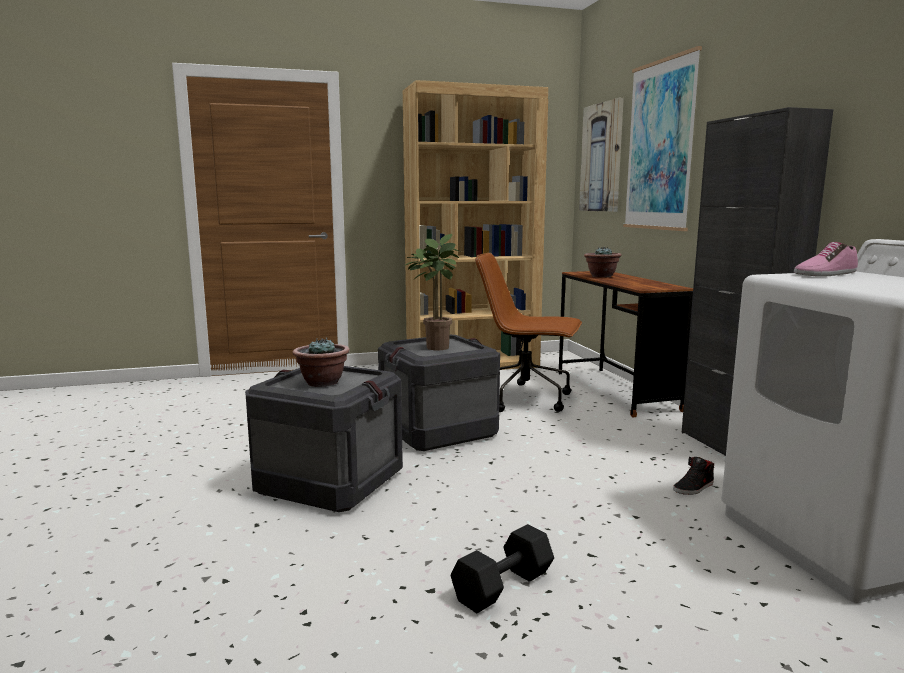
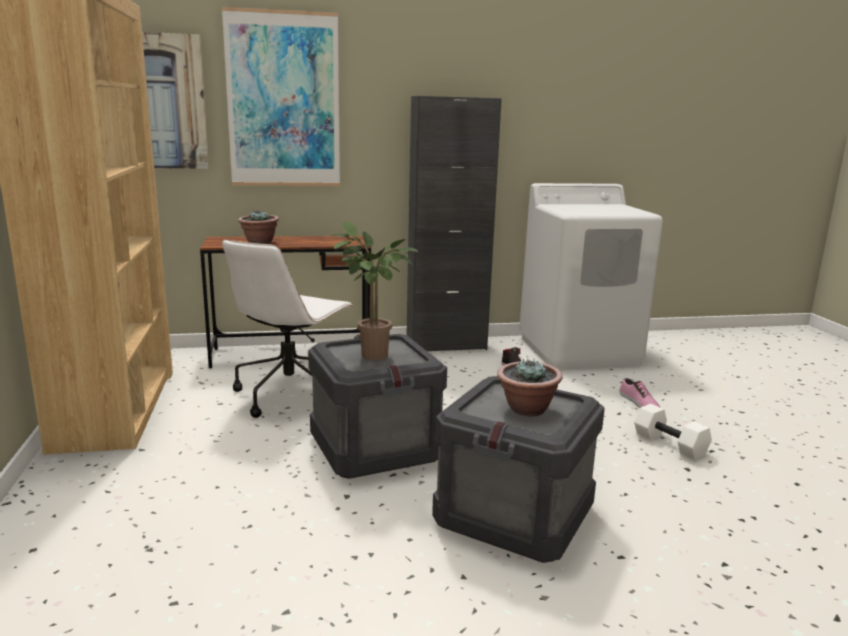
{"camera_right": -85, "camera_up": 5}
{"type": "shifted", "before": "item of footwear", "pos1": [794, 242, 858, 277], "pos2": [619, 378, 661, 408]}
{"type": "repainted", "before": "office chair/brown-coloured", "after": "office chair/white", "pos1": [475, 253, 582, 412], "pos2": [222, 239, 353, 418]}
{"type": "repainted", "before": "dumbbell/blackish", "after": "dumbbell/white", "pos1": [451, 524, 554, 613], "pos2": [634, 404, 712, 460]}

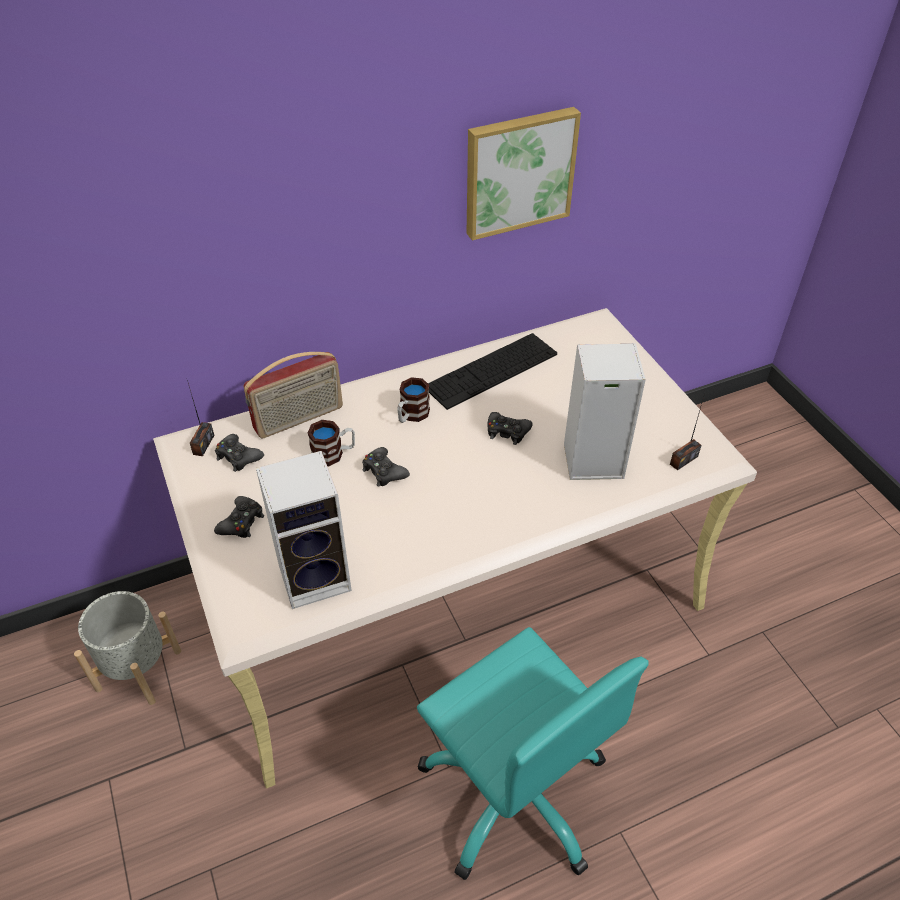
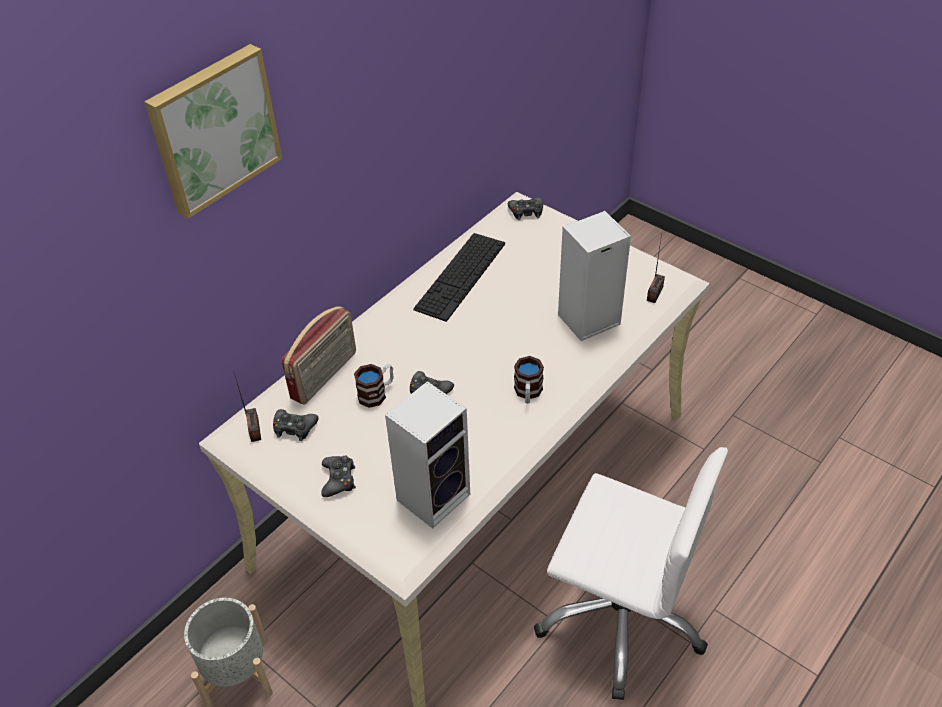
{"camera_right": -25, "camera_up": 0}
{"type": "shifted", "before": "picture", "pos1": [466, 107, 581, 241], "pos2": [144, 44, 283, 219]}
{"type": "shifted", "before": "tea mug", "pos1": [397, 377, 430, 423], "pos2": [514, 356, 544, 404]}
{"type": "shifted", "before": "joypad/blackish", "pos1": [488, 412, 533, 445], "pos2": [508, 198, 543, 220]}
{"type": "repainted", "before": "office chair/turquoise", "after": "office chair/white", "pos1": [417, 627, 649, 880], "pos2": [534, 447, 728, 700]}

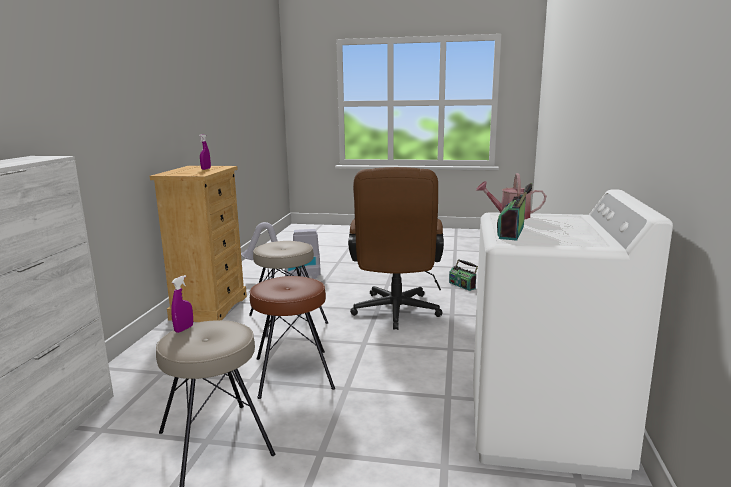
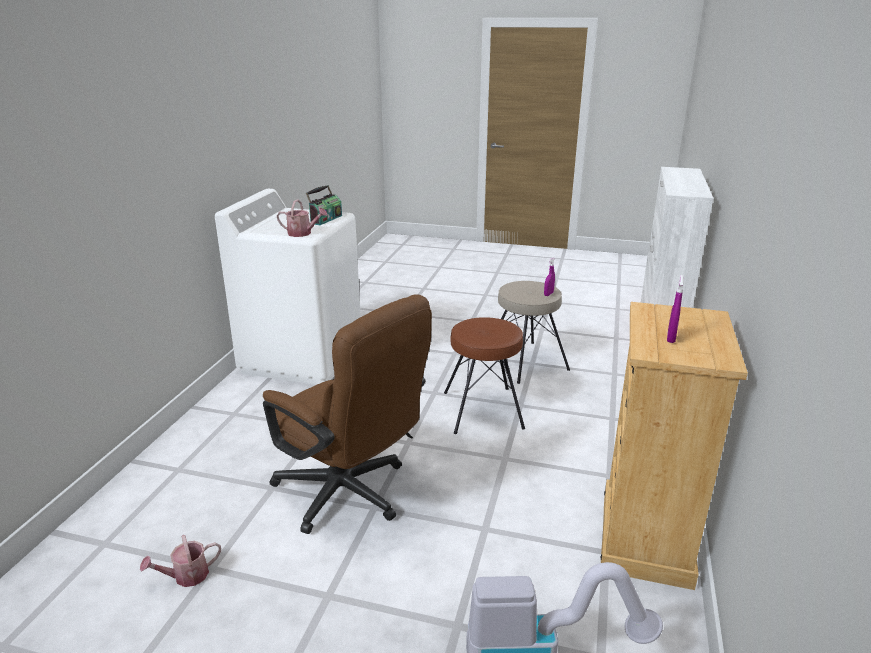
{"camera_right": -175, "camera_up": 10}
{"type": "rotated", "before": "office chair/brown-coloured", "pos1": [348, 167, 444, 330], "pos2": [263, 294, 432, 534], "turn": 120}
{"type": "gone", "before": "stool seat/beige-coloured", "pos1": [249, 241, 328, 337]}
{"type": "swapped", "before": "radio receiver", "after": "sprinkling can", "pos1": [449, 259, 478, 291], "pos2": [140, 535, 221, 587]}

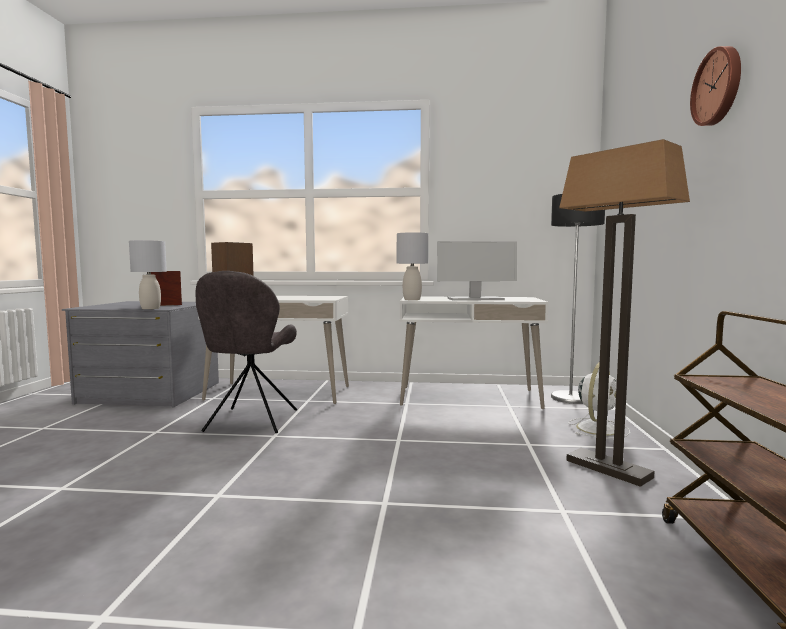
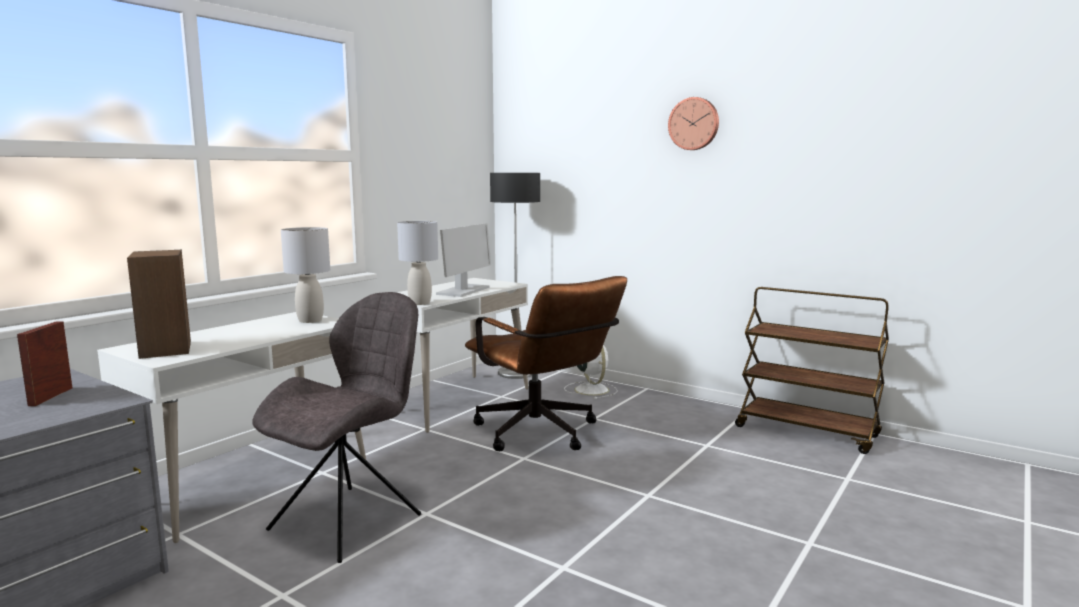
{"camera_right": -60, "camera_up": 5}
{"type": "gone", "before": "floor lamp", "pos1": [559, 139, 690, 487]}
{"type": "shifted", "before": "lamp for a table/grey", "pos1": [129, 240, 167, 309], "pos2": [281, 227, 330, 323]}
{"type": "rotated", "before": "upright chair/grey", "pos1": [196, 271, 297, 433], "pos2": [253, 292, 421, 563], "turn": -90}
{"type": "new", "after": "office chair/brown-coloured", "pos2": [465, 276, 627, 451]}

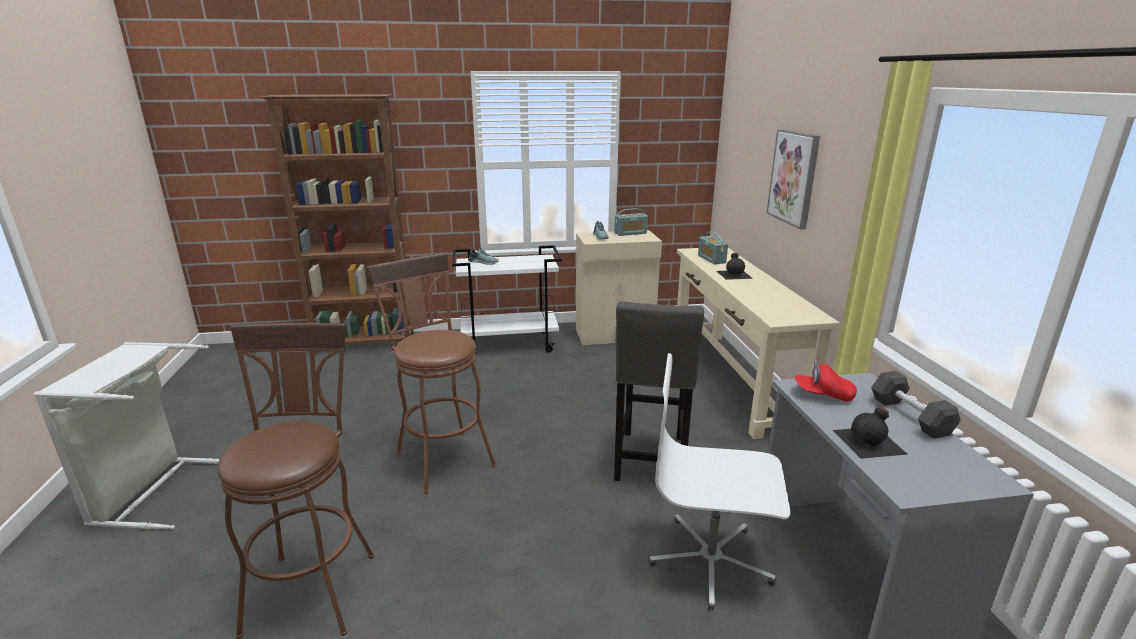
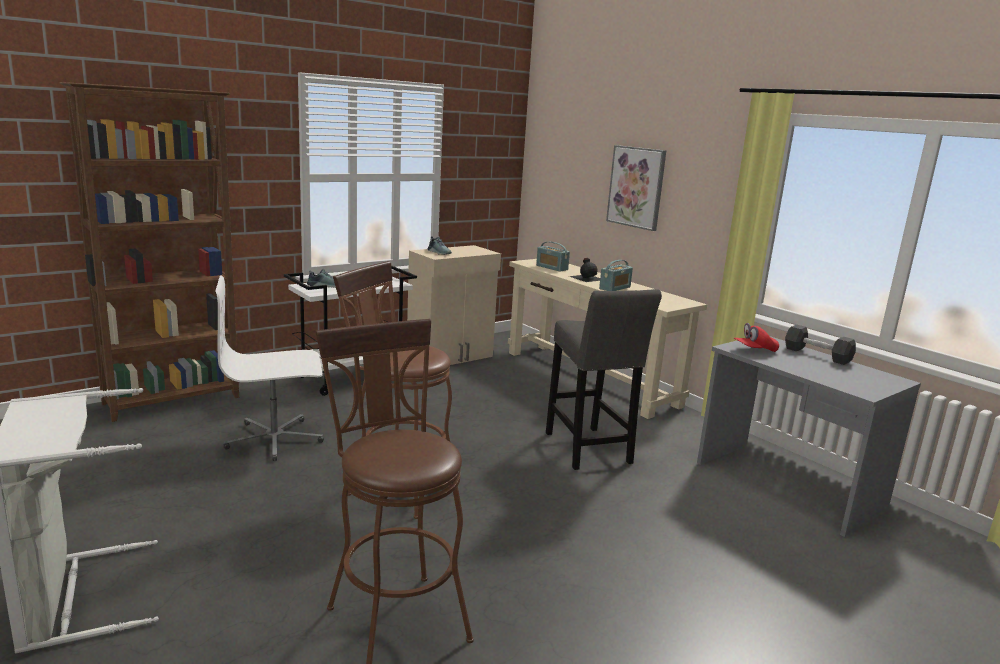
{"camera_right": -30, "camera_up": -5}
{"type": "shifted", "before": "radio receiver", "pos1": [614, 208, 648, 236], "pos2": [599, 260, 633, 291]}
{"type": "shifted", "before": "office chair/white", "pos1": [649, 353, 791, 610], "pos2": [215, 276, 324, 461]}
{"type": "gone", "before": "beverage bottle/blackish", "pos1": [832, 407, 908, 459]}

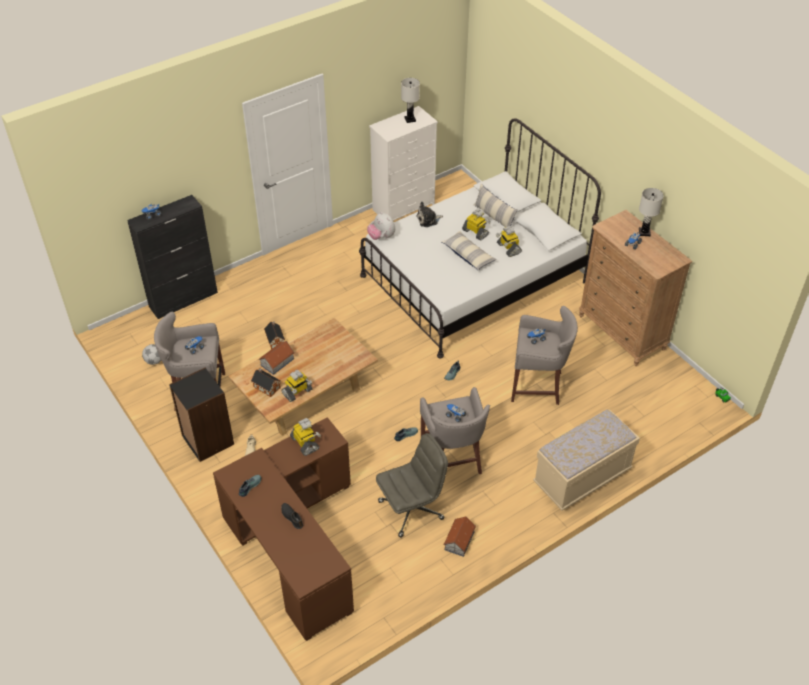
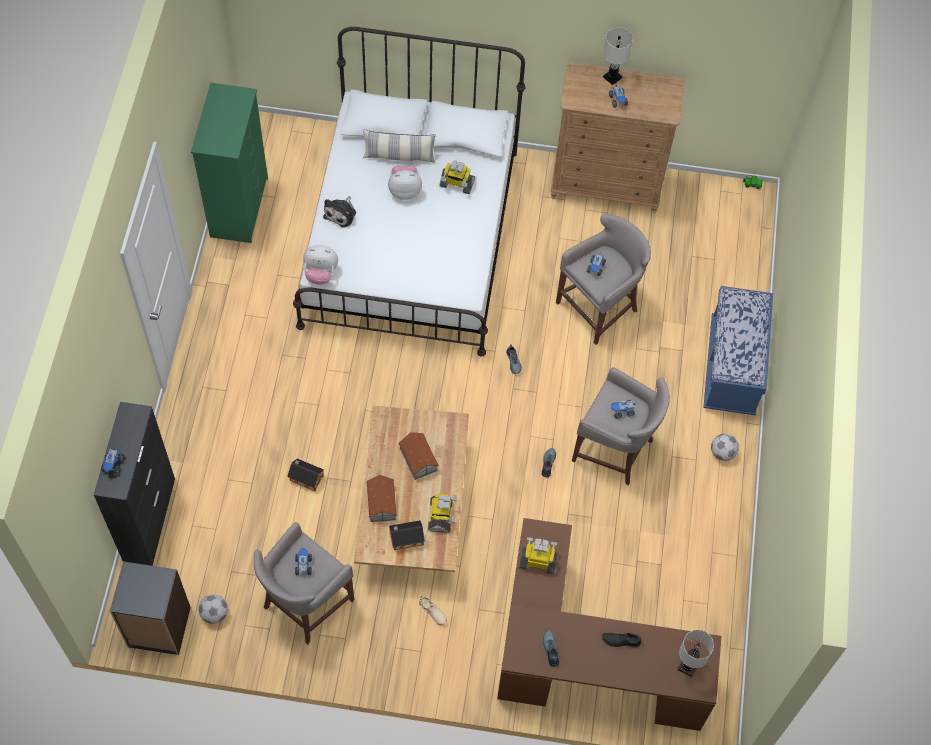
{"camera_right": -50, "camera_up": 15}
{"type": "shifted", "before": "lamp for a table/white", "pos1": [401, 78, 420, 123], "pos2": [678, 630, 714, 677]}
{"type": "repainted", "before": "dresser/white", "after": "dresser/green", "pos1": [369, 106, 438, 221], "pos2": [191, 83, 268, 243]}
{"type": "swapped", "before": "robot figure", "after": "plush toy", "pos1": [462, 209, 491, 240], "pos2": [388, 165, 422, 200]}
{"type": "gone", "before": "cushion", "pos1": [441, 231, 497, 270]}
{"type": "shifted", "before": "bookcase/blackish", "pos1": [169, 368, 234, 462], "pos2": [110, 561, 191, 655]}
{"type": "repainted", "before": "bench/beige-coloured", "after": "bench/blue-coloured", "pos1": [533, 409, 640, 511], "pos2": [703, 286, 773, 415]}
{"type": "gone", "before": "office chair/grey", "pos1": [376, 433, 448, 537]}
{"type": "shifted", "before": "toy house", "pos1": [444, 517, 476, 557], "pos2": [399, 432, 439, 480]}
{"type": "new", "after": "football", "pos2": [711, 434, 739, 461]}

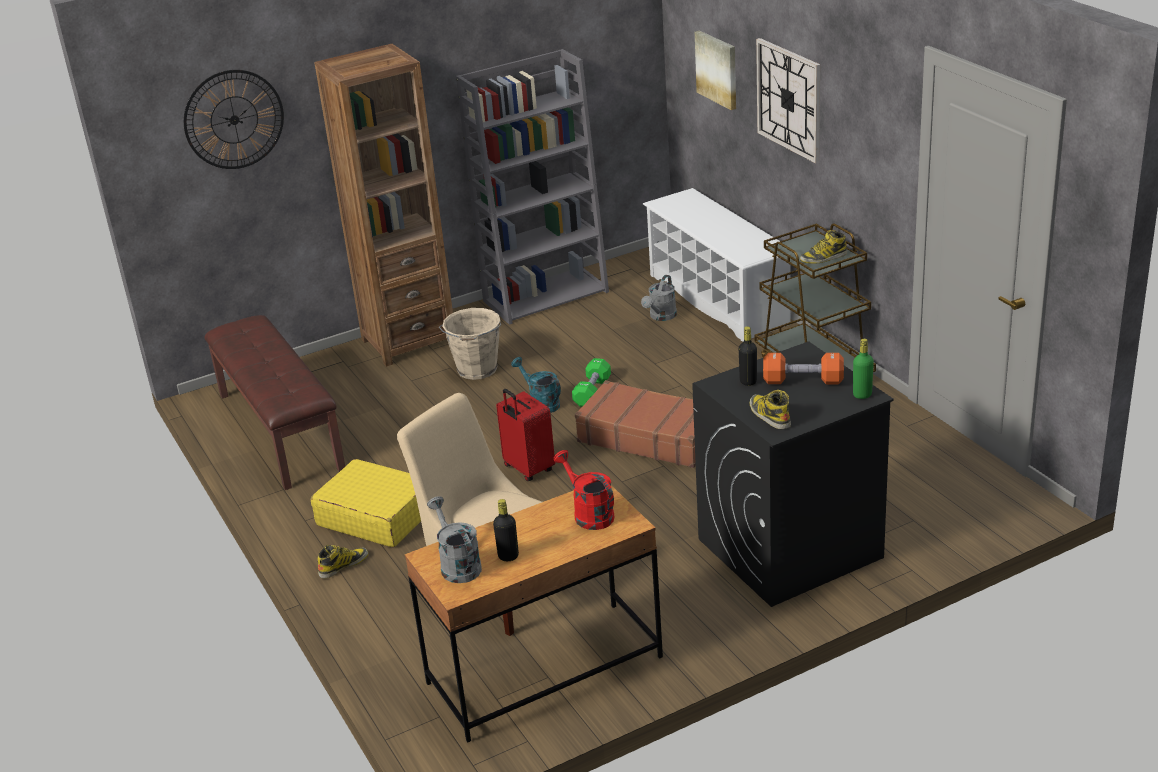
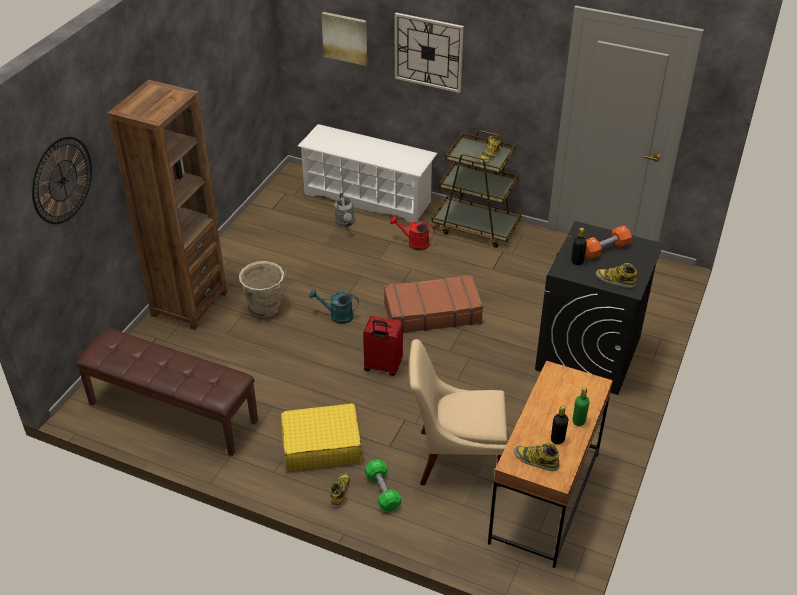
{"camera_right": -40, "camera_up": 10}
{"type": "gone", "before": "bookcase/grey", "pos1": [456, 49, 609, 325]}
{"type": "shifted", "before": "beverage bottle/green", "pos1": [853, 339, 874, 399], "pos2": [573, 387, 590, 426]}
{"type": "shifted", "before": "dumbbell/green", "pos1": [572, 358, 611, 407], "pos2": [365, 459, 401, 512]}
{"type": "shifted", "before": "sprinkling can/red", "pos1": [554, 450, 615, 530], "pos2": [390, 216, 435, 250]}
{"type": "swapped", "before": "sprinkling can/grey", "after": "tall boot", "pos1": [427, 496, 482, 583], "pos2": [514, 443, 559, 471]}

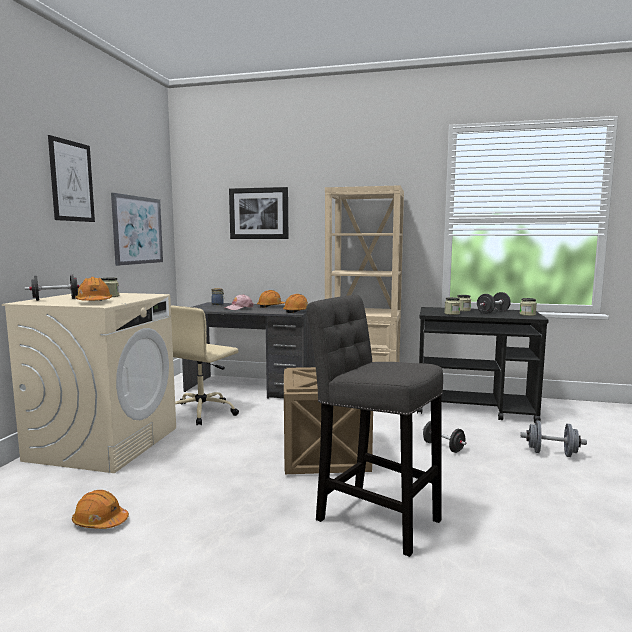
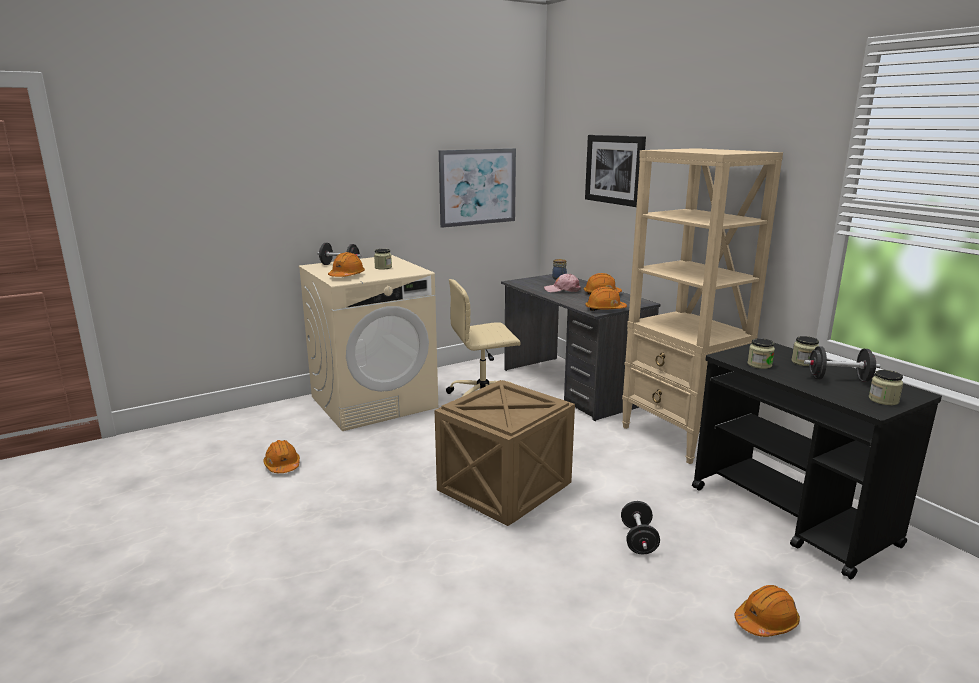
{"camera_right": 45, "camera_up": 10}
{"type": "gone", "before": "picture", "pos1": [48, 135, 95, 222]}
{"type": "gone", "before": "stool seat/grey", "pos1": [306, 295, 443, 557]}
{"type": "swapped", "before": "dumbbell/grey", "after": "hard hat/orangey", "pos1": [521, 420, 587, 457], "pos2": [735, 585, 800, 637]}

